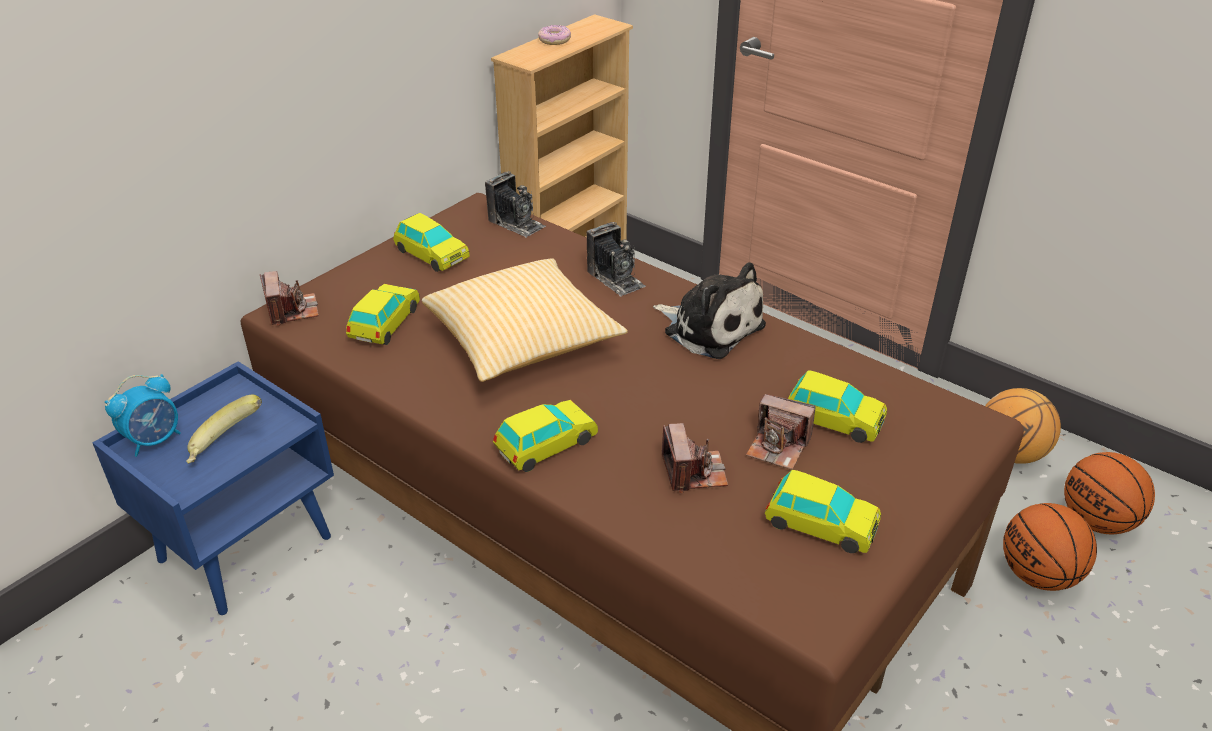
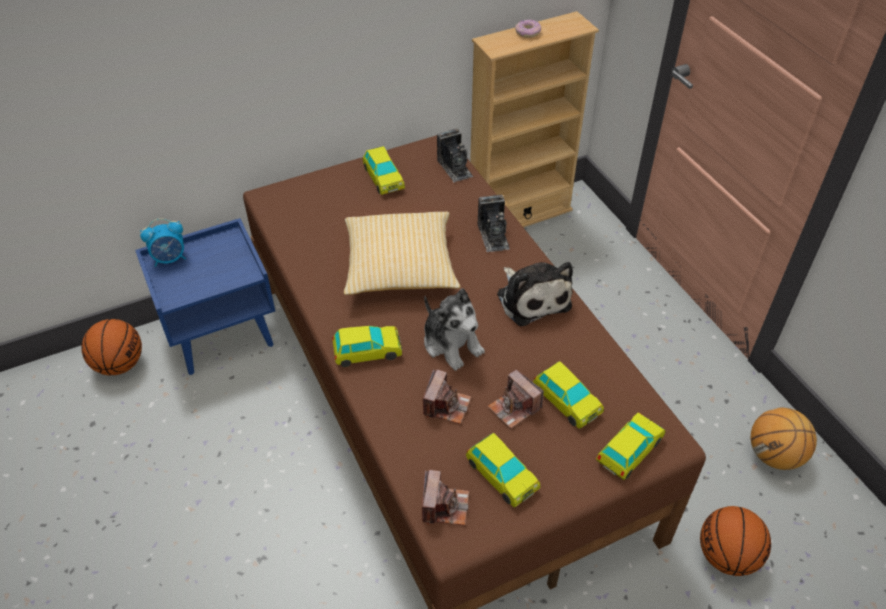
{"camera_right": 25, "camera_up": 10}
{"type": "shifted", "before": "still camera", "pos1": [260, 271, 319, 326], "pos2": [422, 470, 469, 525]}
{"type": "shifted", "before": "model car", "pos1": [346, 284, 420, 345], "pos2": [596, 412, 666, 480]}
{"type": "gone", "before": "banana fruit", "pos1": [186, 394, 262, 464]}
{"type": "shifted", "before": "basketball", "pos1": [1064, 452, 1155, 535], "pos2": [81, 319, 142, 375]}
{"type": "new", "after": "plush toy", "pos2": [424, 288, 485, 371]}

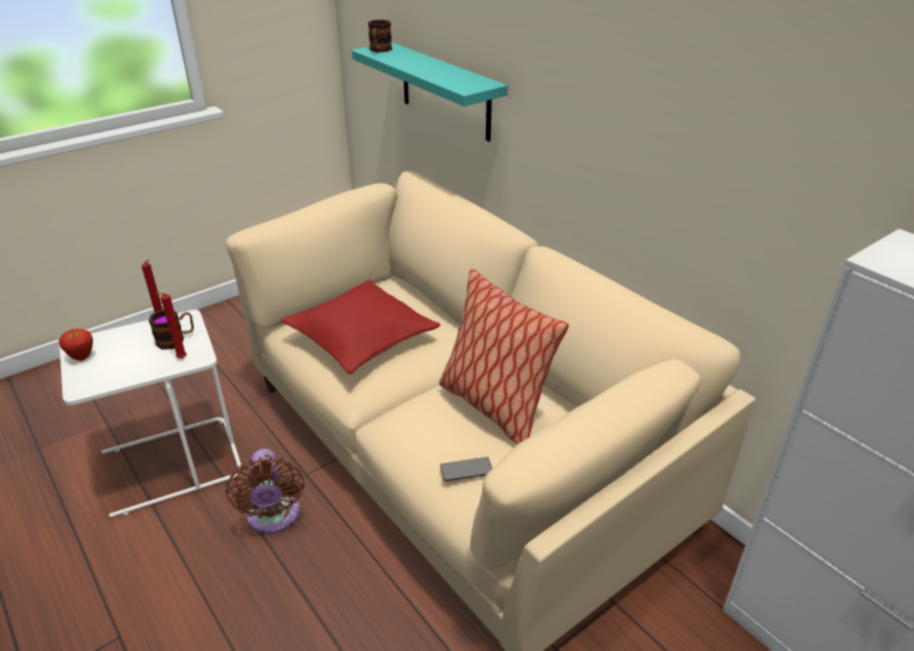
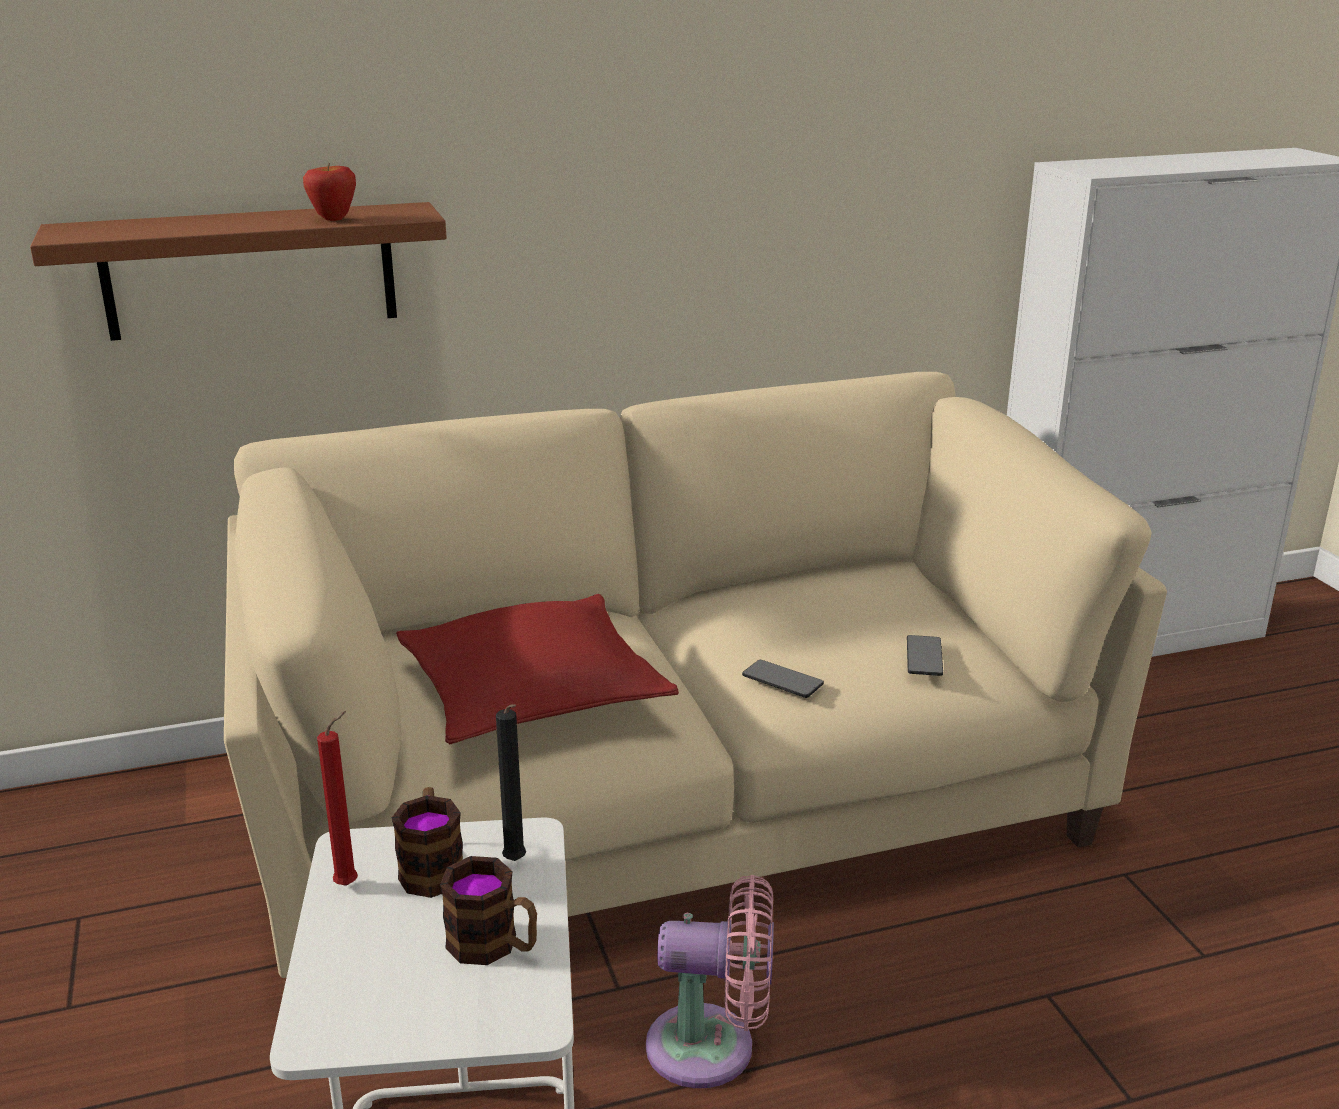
{"camera_right": -70, "camera_up": -10}
{"type": "shifted", "before": "tea mug", "pos1": [368, 20, 392, 52], "pos2": [440, 856, 537, 965]}
{"type": "repainted", "before": "shelf/turquoise", "after": "shelf/brown-coloured", "pos1": [352, 43, 508, 142], "pos2": [30, 202, 447, 341]}
{"type": "gone", "before": "cushion", "pos1": [439, 269, 569, 445]}
{"type": "repainted", "before": "wax candle/red", "after": "wax candle/blackish", "pos1": [156, 293, 187, 359], "pos2": [496, 704, 526, 861]}
{"type": "shifted", "before": "apple", "pos1": [59, 329, 93, 361], "pos2": [303, 163, 356, 221]}
{"type": "repainted", "before": "fan/brown-coloured", "after": "fan/pink", "pos1": [225, 449, 305, 534], "pos2": [646, 875, 774, 1088]}
{"type": "new", "after": "handset", "pos2": [742, 660, 824, 698]}

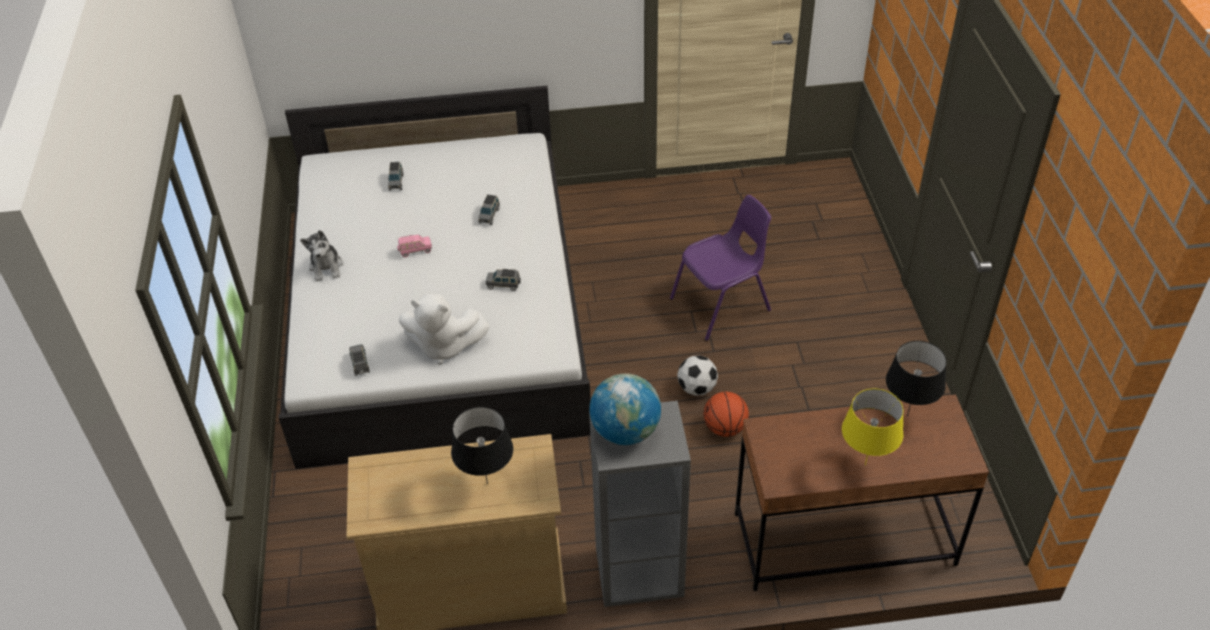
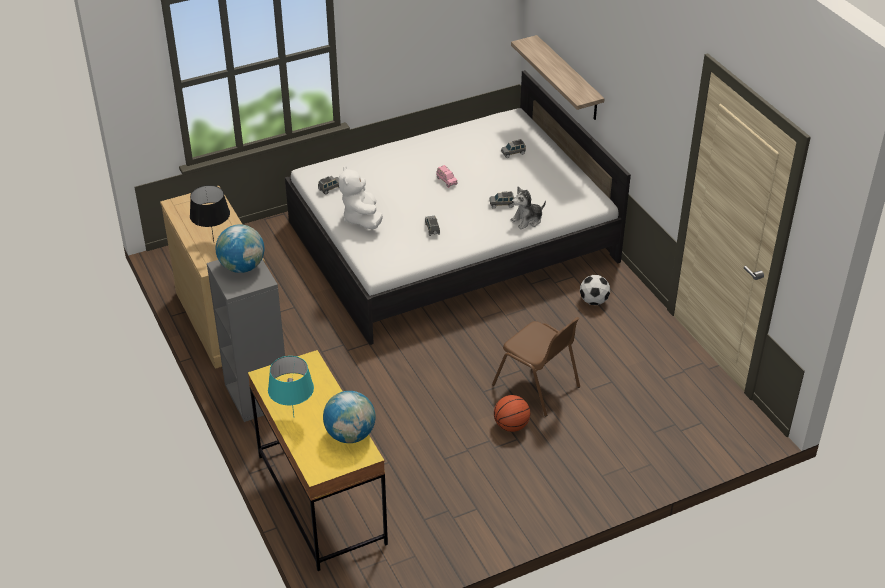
{"camera_right": 70, "camera_up": -5}
{"type": "repainted", "before": "upright chair/purplish", "after": "upright chair/brown-coloured", "pos1": [670, 195, 771, 341], "pos2": [492, 317, 580, 416]}
{"type": "shifted", "before": "plush toy", "pos1": [300, 230, 343, 282], "pos2": [511, 186, 546, 229]}
{"type": "swapped", "before": "lamp for a table/blackish", "after": "globe", "pos1": [886, 341, 947, 417], "pos2": [323, 391, 376, 443]}
{"type": "shifted", "before": "football", "pos1": [677, 355, 718, 396], "pos2": [580, 275, 610, 305]}
{"type": "repainted", "before": "lamp for a table/yellow-coloured", "after": "lamp for a table/turquoise", "pos1": [842, 389, 903, 465], "pos2": [268, 356, 314, 416]}
{"type": "shifted", "before": "basketball", "pos1": [704, 392, 749, 437], "pos2": [494, 395, 530, 432]}
{"type": "repainted", "before": "desk unit/brown-coloured", "after": "desk unit/yellow-coloured", "pos1": [735, 395, 989, 591], "pos2": [248, 350, 388, 571]}
{"type": "new", "after": "shelf", "pos2": [511, 35, 605, 120]}

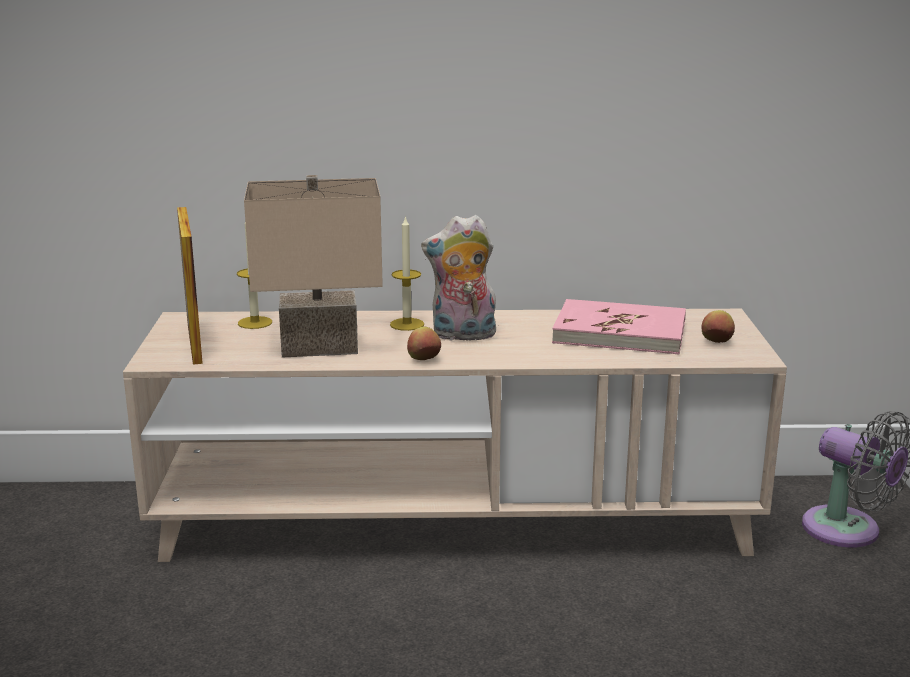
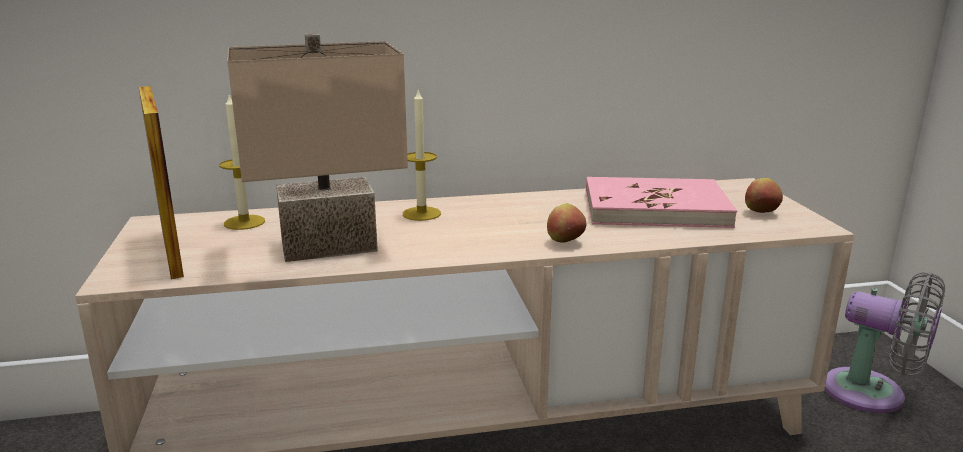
{"camera_right": -10, "camera_up": 0}
{"type": "gone", "before": "plush toy", "pos1": [421, 215, 496, 343]}
{"type": "shifted", "before": "apple", "pos1": [407, 327, 441, 360], "pos2": [547, 204, 587, 243]}

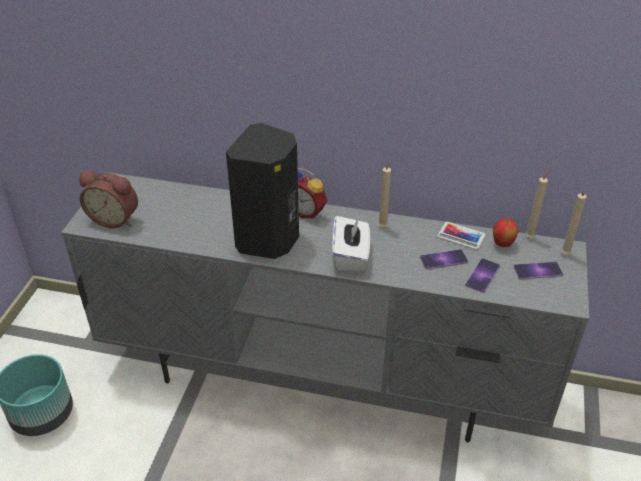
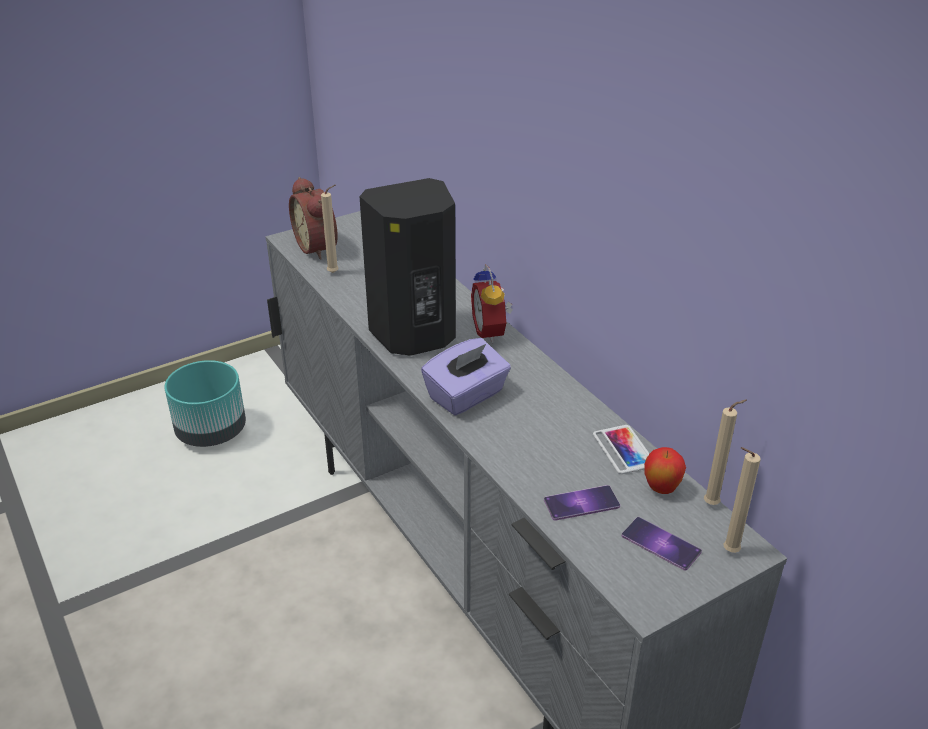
{"camera_right": 45, "camera_up": -5}
{"type": "shifted", "before": "wax candle/beige-coloured", "pos1": [378, 159, 392, 227], "pos2": [321, 185, 339, 273]}
{"type": "repainted", "before": "box of tissues/white", "after": "box of tissues/purplish", "pos1": [332, 216, 370, 272], "pos2": [421, 338, 511, 416]}
{"type": "gone", "before": "handset", "pos1": [420, 249, 468, 270]}

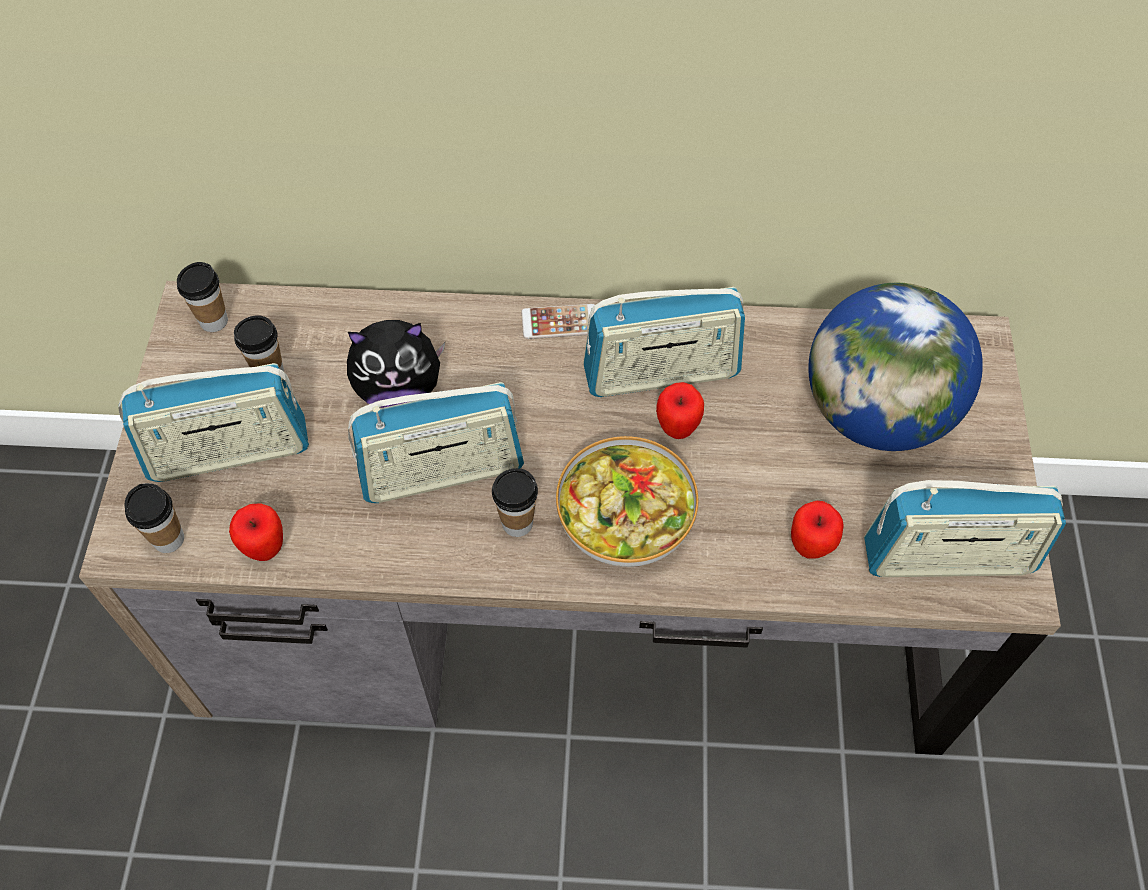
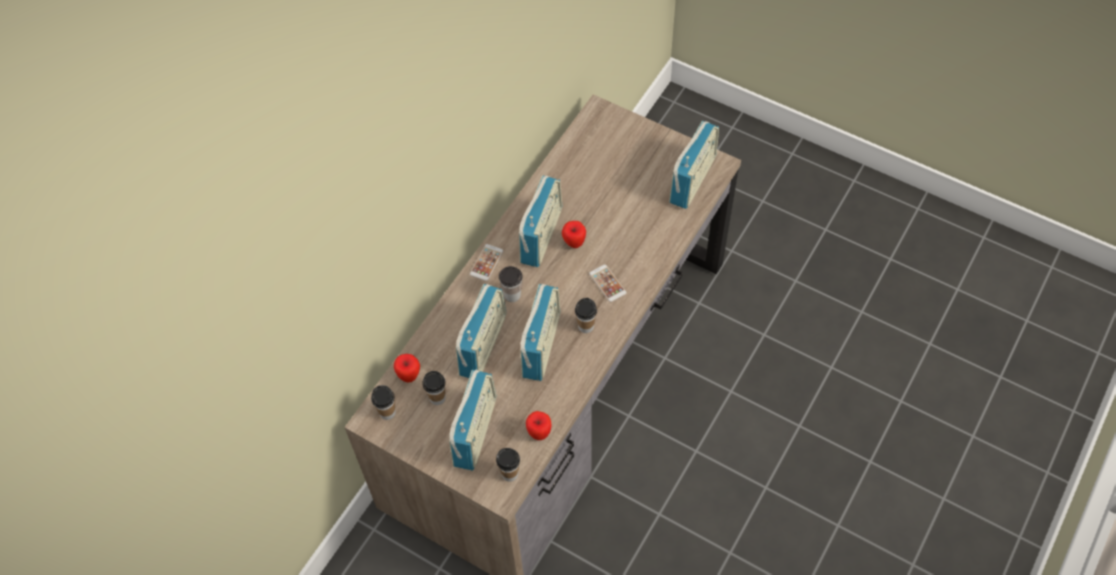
{"camera_right": -60, "camera_up": 0}
{"type": "gone", "before": "globe", "pos1": [808, 282, 983, 451]}
{"type": "swapped", "before": "plush toy", "after": "radio receiver", "pos1": [347, 320, 445, 408], "pos2": [456, 284, 506, 378]}
{"type": "swapped", "before": "deep dish", "after": "handset", "pos1": [556, 436, 698, 567], "pos2": [589, 264, 627, 302]}
{"type": "shifted", "before": "apple", "pos1": [791, 501, 844, 559], "pos2": [394, 354, 420, 383]}
{"type": "new", "after": "small cup", "pos2": [499, 266, 523, 302]}

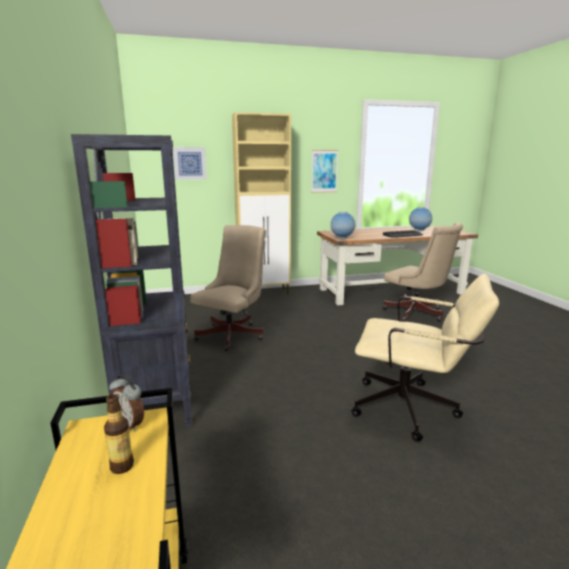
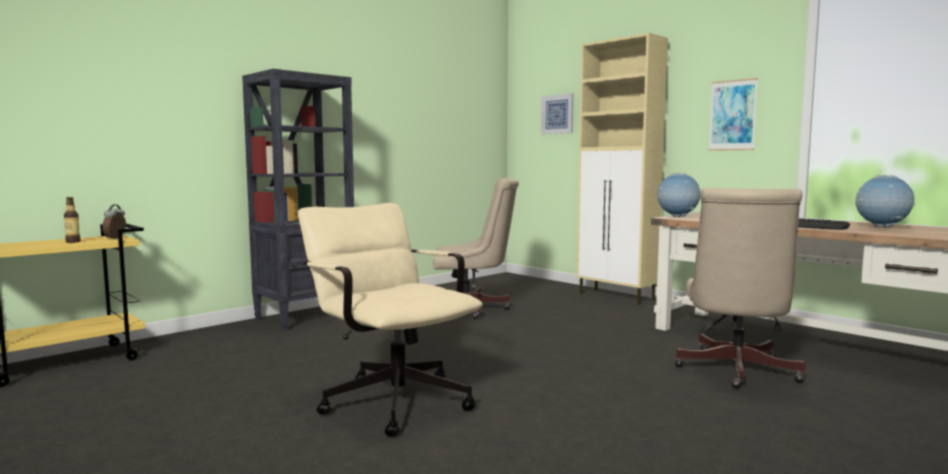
{"camera_right": 60, "camera_up": -10}
{"type": "rotated", "before": "office chair/beige-coloured", "pos1": [351, 274, 499, 441], "pos2": [298, 203, 483, 437], "turn": 150}

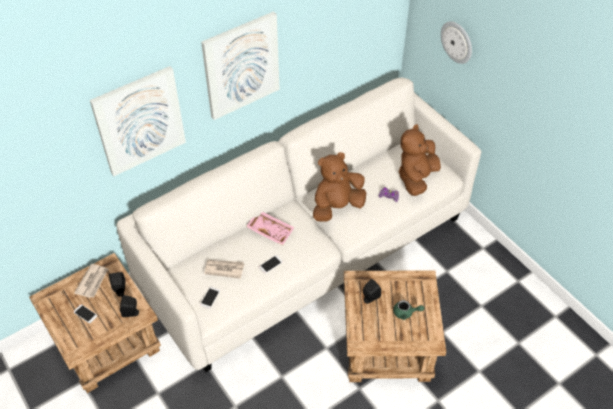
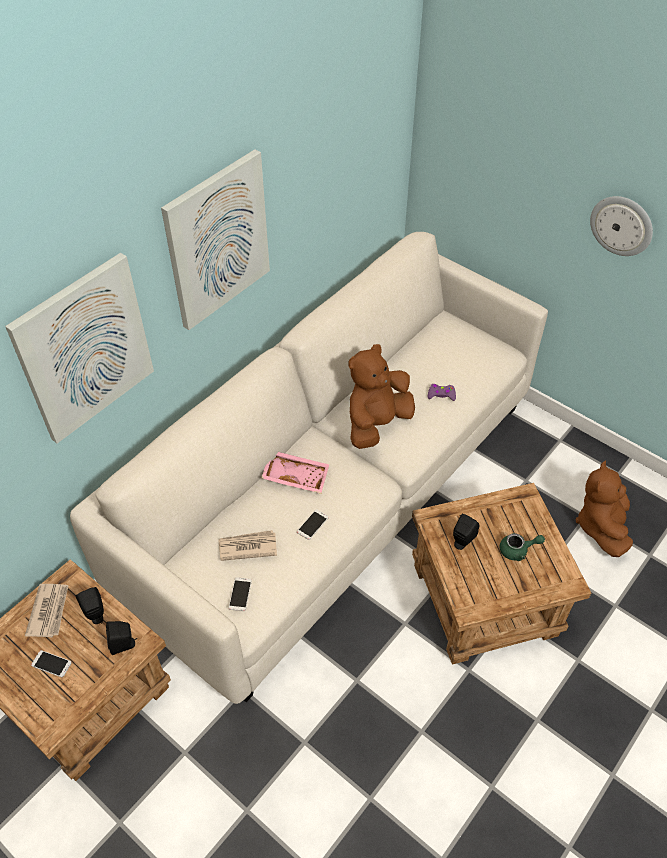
{"camera_right": -15, "camera_up": 0}
{"type": "shifted", "before": "clock on the wall", "pos1": [441, 21, 472, 64], "pos2": [590, 196, 653, 256]}
{"type": "shifted", "before": "plush toy/brown-coloured", "pos1": [399, 124, 441, 196], "pos2": [576, 461, 633, 557]}

